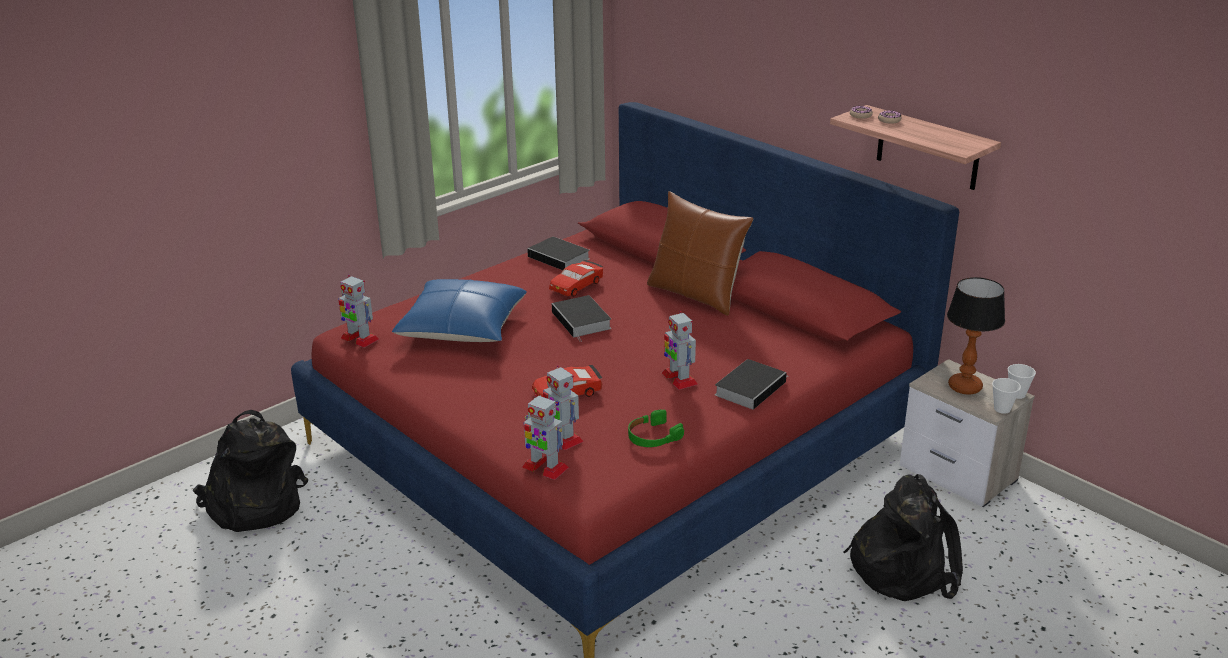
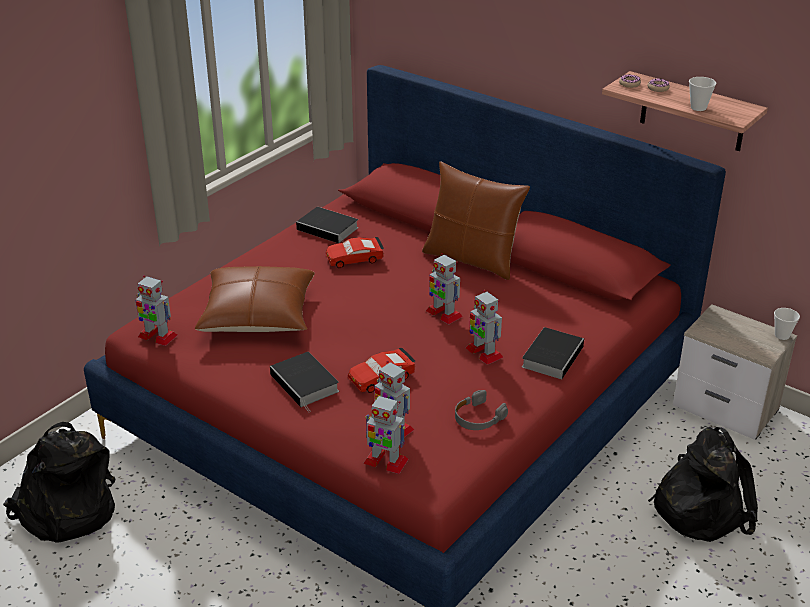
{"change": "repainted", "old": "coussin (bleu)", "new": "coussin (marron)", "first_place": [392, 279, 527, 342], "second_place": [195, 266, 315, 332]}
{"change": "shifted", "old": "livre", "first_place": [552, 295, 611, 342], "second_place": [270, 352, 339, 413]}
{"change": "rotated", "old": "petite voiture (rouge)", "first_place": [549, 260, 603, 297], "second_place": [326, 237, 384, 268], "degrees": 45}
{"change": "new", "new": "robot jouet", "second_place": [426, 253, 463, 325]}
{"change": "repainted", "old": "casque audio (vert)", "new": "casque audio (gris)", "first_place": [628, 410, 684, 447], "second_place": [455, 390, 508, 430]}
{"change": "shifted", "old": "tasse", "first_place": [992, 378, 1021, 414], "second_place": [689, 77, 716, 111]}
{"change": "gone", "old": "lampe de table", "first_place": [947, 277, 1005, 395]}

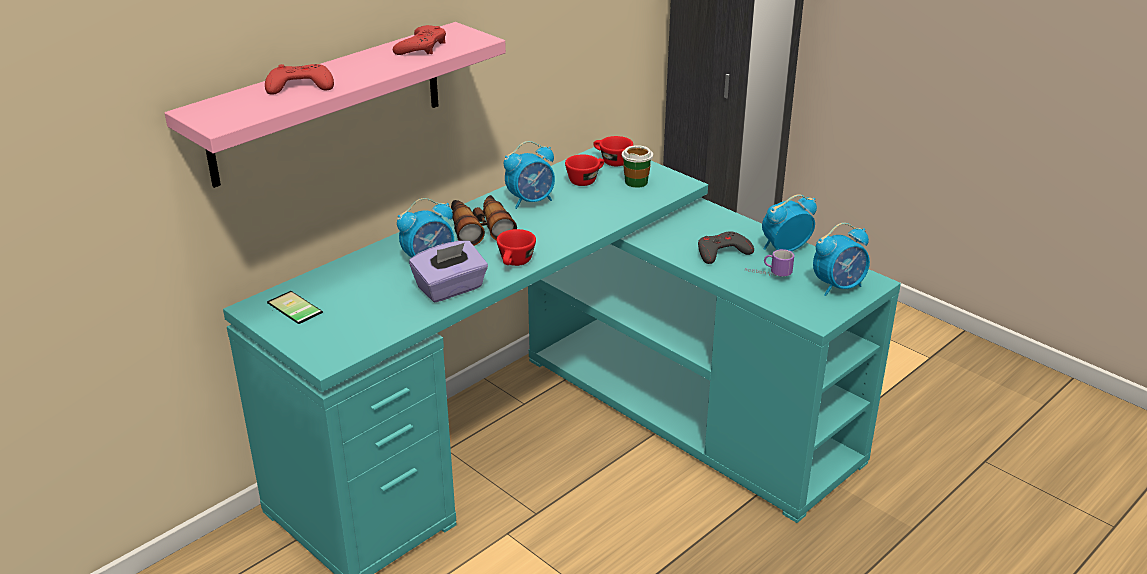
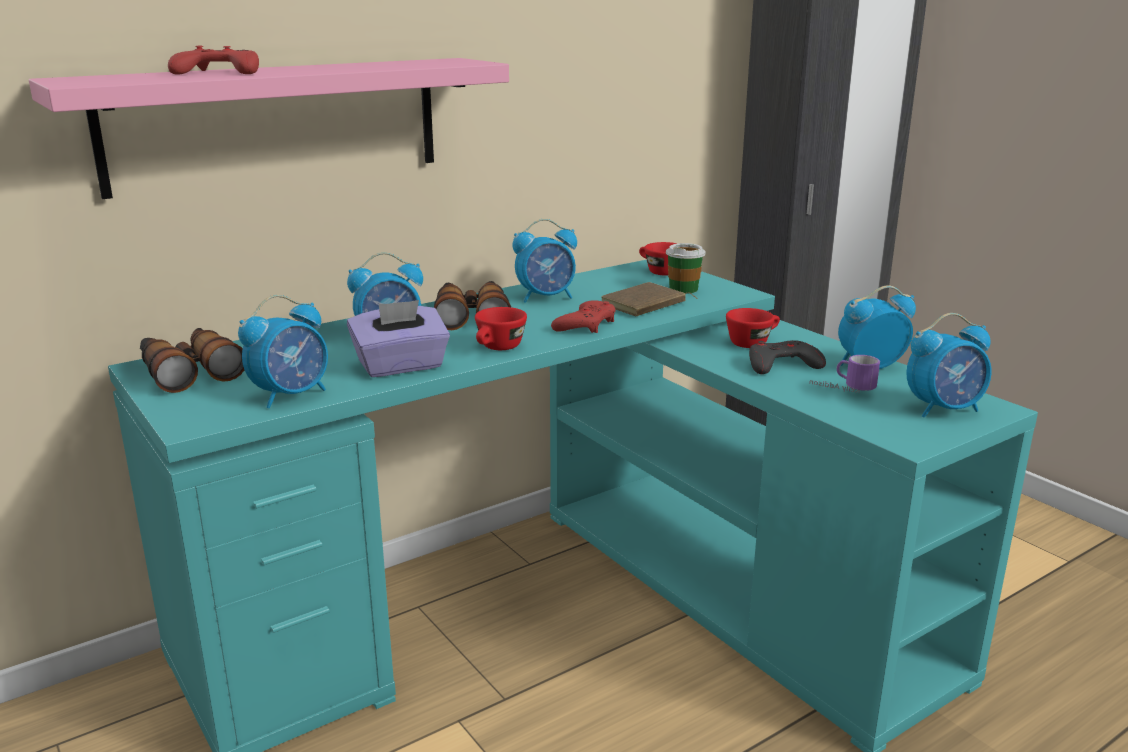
{"change": "swapped", "old": "téléphone", "new": "jumelles", "first_place": [267, 291, 323, 324], "second_place": [140, 328, 244, 393]}
{"change": "new", "new": "réveil", "second_place": [238, 295, 328, 408]}
{"change": "shifted", "old": "manette (rouge)", "first_place": [393, 25, 446, 55], "second_place": [551, 300, 616, 333]}
{"change": "new", "new": "livre (marron)", "second_place": [601, 282, 697, 317]}
{"change": "shifted", "old": "tasse (rouge)", "first_place": [565, 154, 604, 186], "second_place": [726, 308, 780, 348]}

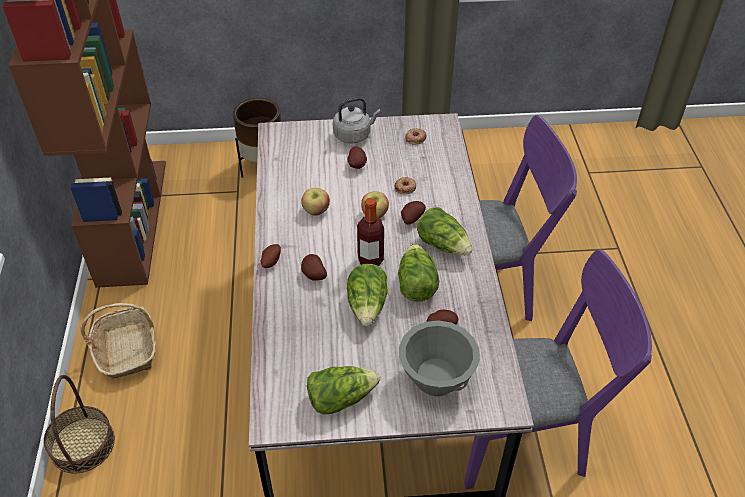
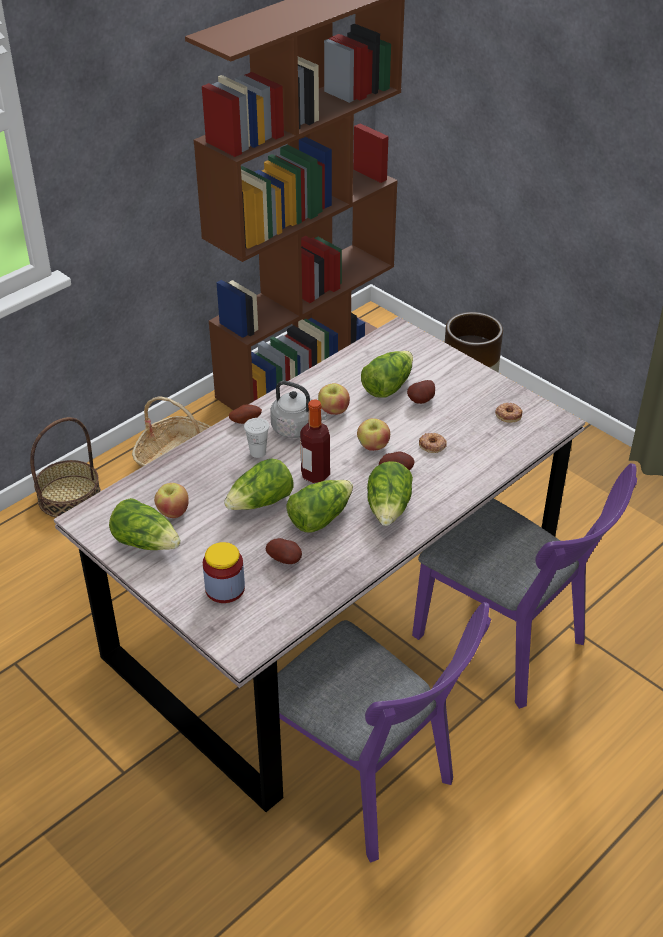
{"change": "new", "new": "pomme", "second_place": [154, 483, 189, 518]}
{"change": "swapped", "old": "bol (gris)", "new": "bocal", "first_place": [399, 320, 480, 396], "second_place": [203, 542, 245, 603]}
{"change": "swapped", "old": "pomme de terre", "new": "tasse (blanc)", "first_place": [301, 254, 327, 280], "second_place": [244, 418, 269, 458]}
{"change": "shifted", "old": "bouilloire (gris)", "first_place": [333, 97, 381, 143], "second_place": [270, 381, 327, 438]}
{"change": "new", "new": "laitue", "second_place": [361, 351, 413, 398]}

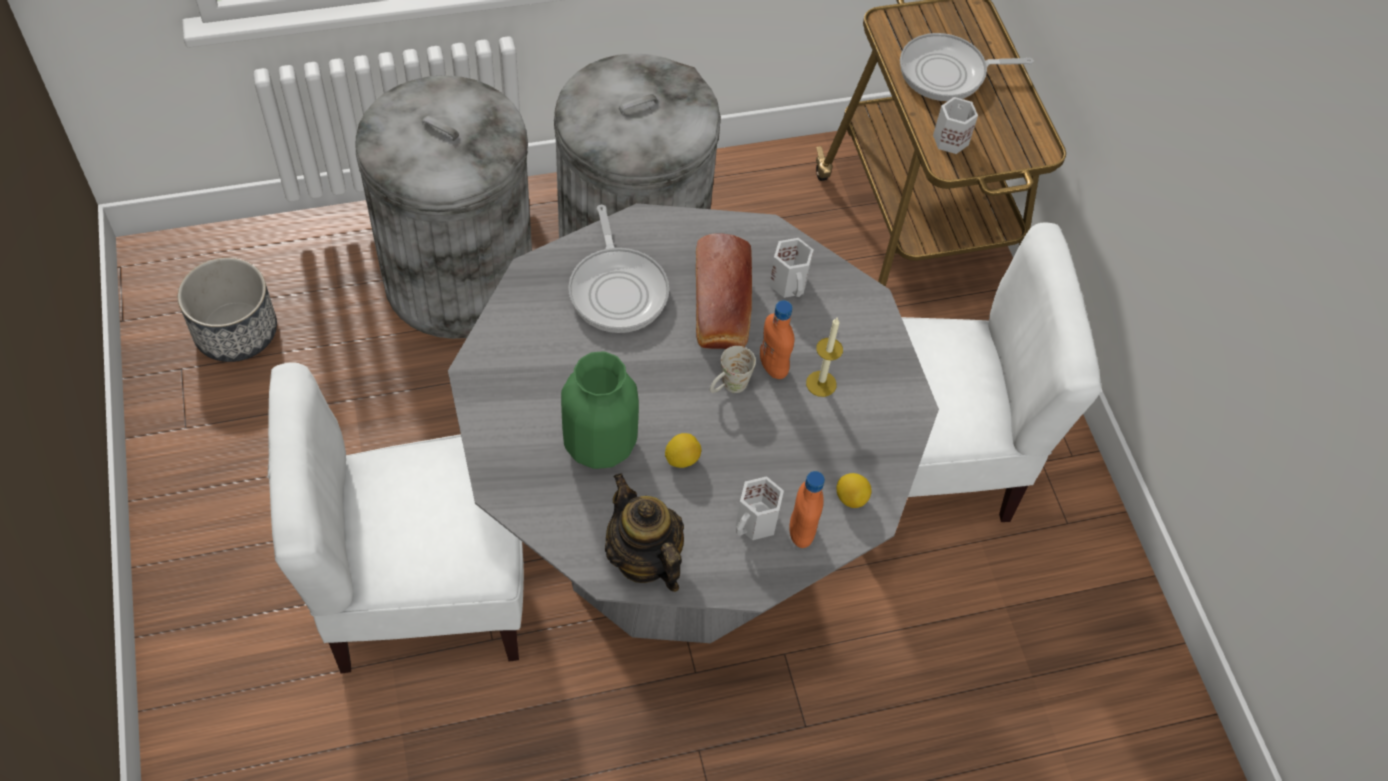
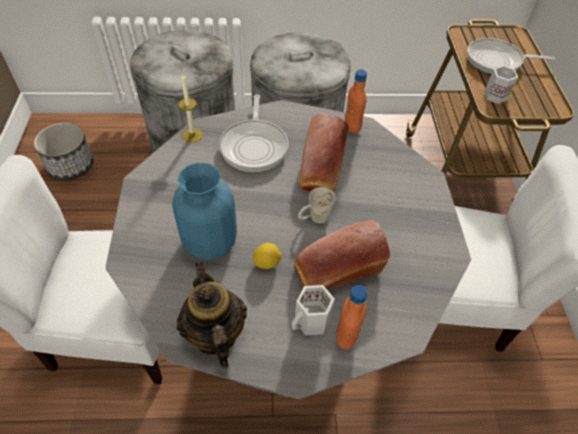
{"change": "repainted", "old": "vase (vert)", "new": "vase (bleu)", "first_place": [561, 351, 639, 469], "second_place": [172, 162, 237, 260]}
{"change": "shifted", "old": "bougie", "first_place": [806, 318, 843, 397], "second_place": [178, 73, 203, 143]}
{"change": "new", "new": "pain", "second_place": [294, 220, 390, 290]}
{"change": "shifted", "old": "bouteille (orange)", "first_place": [760, 300, 794, 379], "second_place": [345, 69, 367, 133]}
{"change": "gone", "old": "mug (blanc)", "first_place": [769, 238, 814, 298]}
{"change": "gone", "old": "citron", "first_place": [837, 473, 872, 508]}

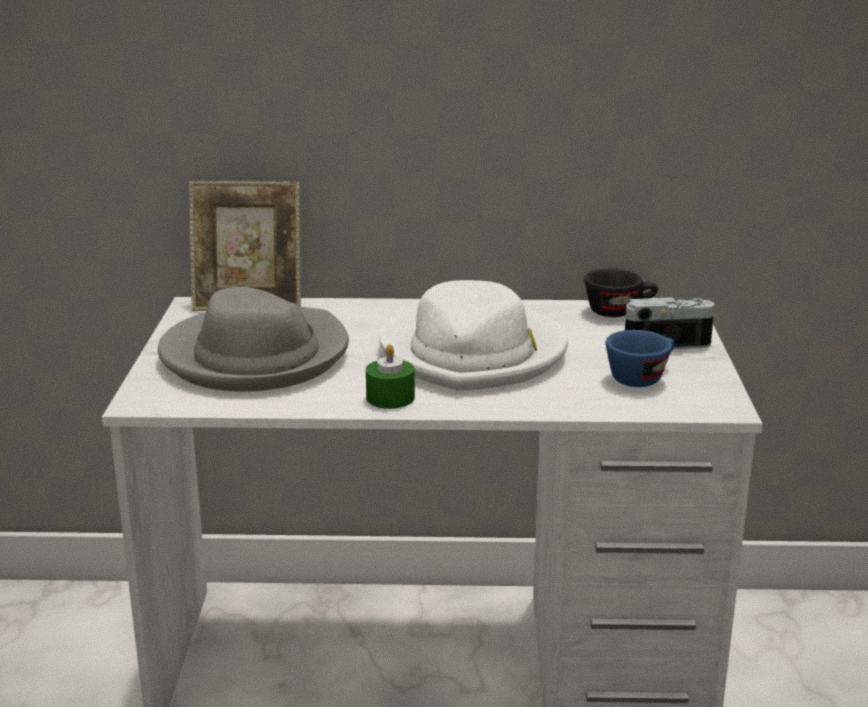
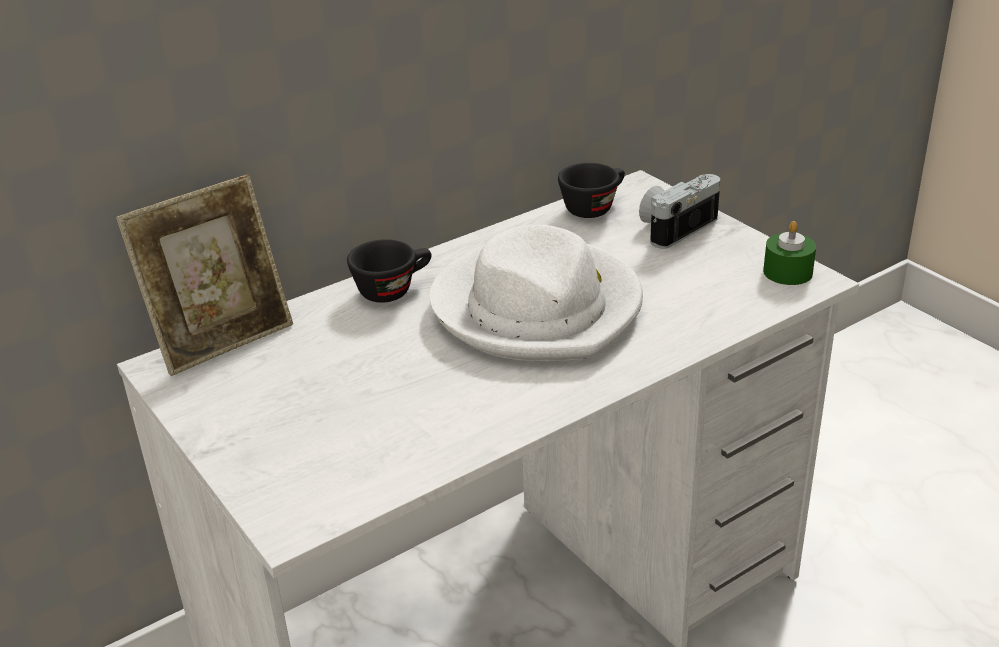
{"change": "new", "new": "tasse (noir)", "second_place": [347, 239, 431, 303]}
{"change": "shifted", "old": "bougie (vert)", "first_place": [366, 344, 415, 409], "second_place": [763, 221, 816, 285]}
{"change": "gone", "old": "chapeau (gris)", "first_place": [158, 287, 349, 392]}
{"change": "gone", "old": "tasse (bleu)", "first_place": [606, 330, 675, 387]}

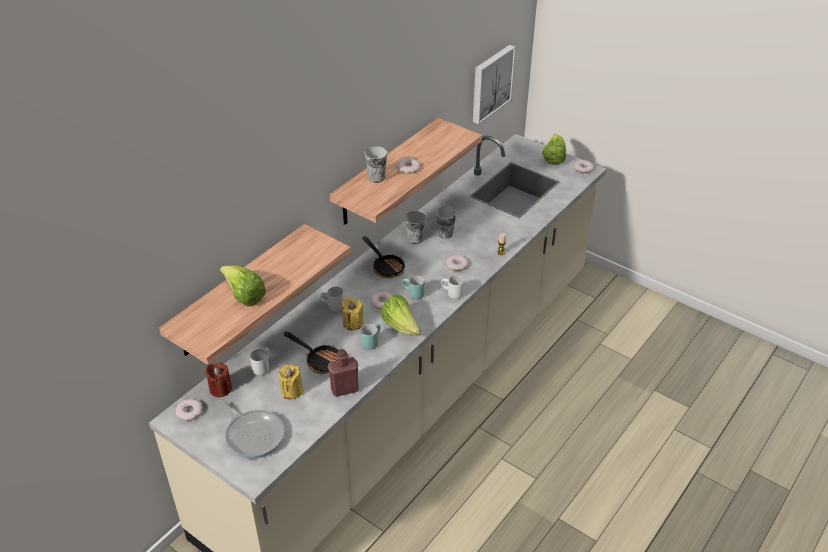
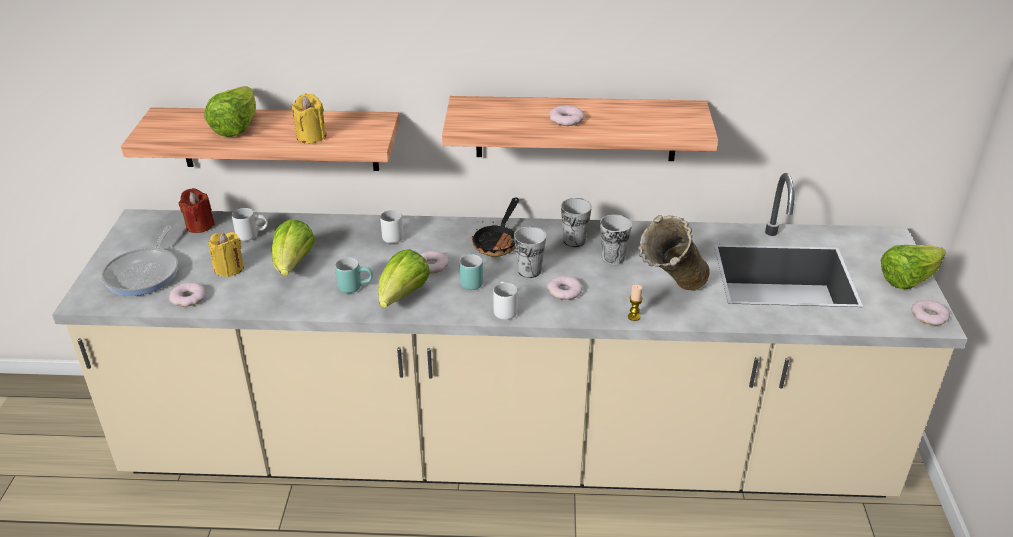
{"change": "shifted", "old": "beignet", "first_place": [175, 399, 203, 421], "second_place": [169, 282, 206, 307]}
{"change": "swapped", "old": "poêle", "new": "laitue", "first_place": [284, 332, 339, 374], "second_place": [272, 219, 315, 276]}
{"change": "shifted", "old": "bougie (jaune)", "first_place": [342, 297, 363, 330], "second_place": [291, 94, 326, 143]}
{"change": "shifted", "old": "tasse", "first_place": [365, 146, 387, 183], "second_place": [514, 226, 546, 278]}
{"change": "new", "new": "vase (beige)", "second_place": [638, 215, 710, 291]}
{"change": "gone", "old": "bouteille (rouge)", "first_place": [328, 349, 359, 397]}
{"change": "gone", "old": "tableau", "first_place": [473, 45, 516, 124]}

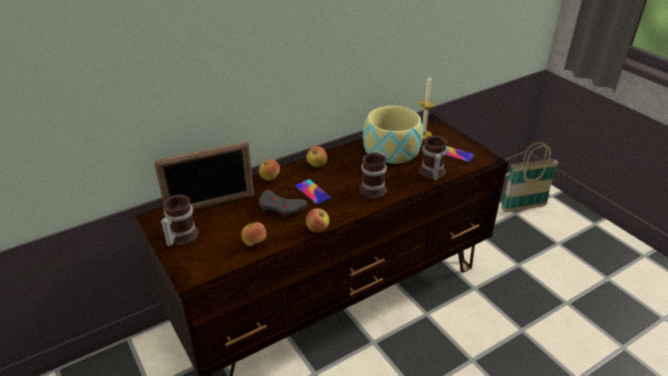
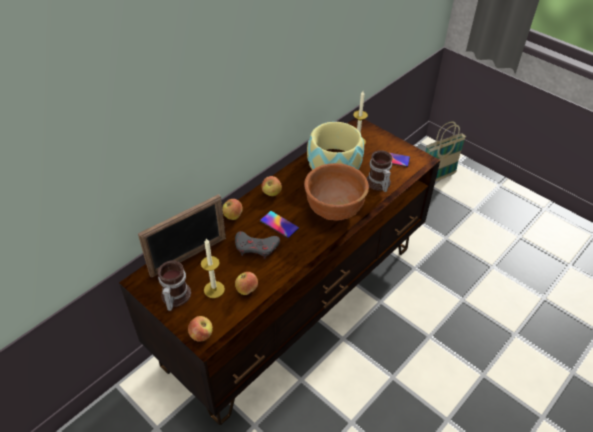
{"change": "shifted", "old": "pomme", "first_place": [306, 208, 330, 232], "second_place": [188, 316, 213, 342]}
{"change": "new", "new": "bougie", "second_place": [201, 239, 225, 298]}
{"change": "swapped", "old": "mug", "new": "bol (marron)", "first_place": [359, 152, 387, 198], "second_place": [304, 163, 369, 221]}

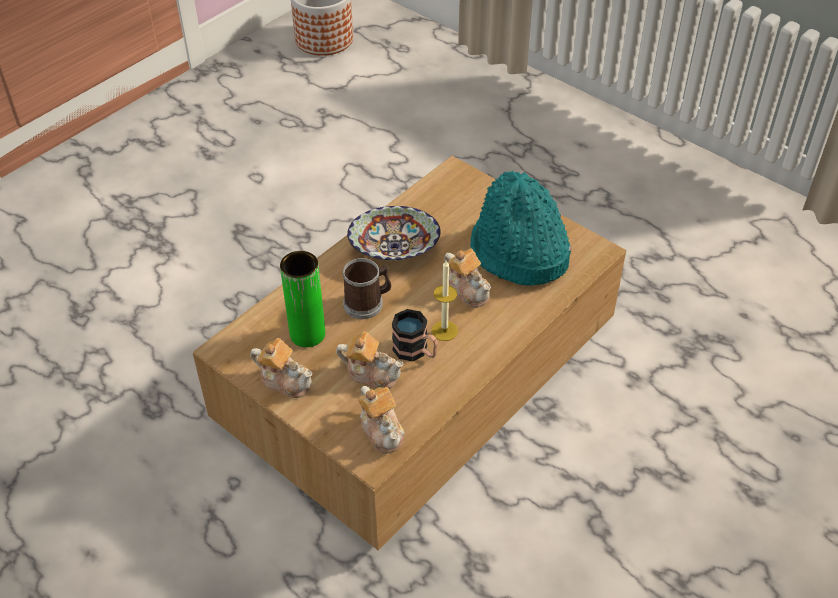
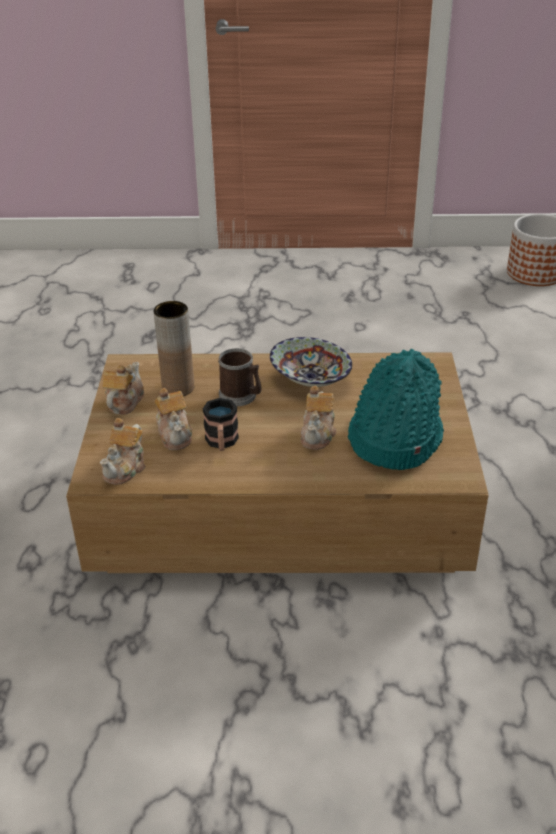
{"change": "rotated", "old": "théière", "first_place": [251, 338, 312, 398], "second_place": [103, 362, 144, 415], "degrees": -150}
{"change": "repainted", "old": "vase (vert)", "new": "vase (marron)", "first_place": [280, 251, 325, 347], "second_place": [154, 301, 194, 396]}
{"change": "gone", "old": "bougie", "first_place": [431, 260, 458, 341]}

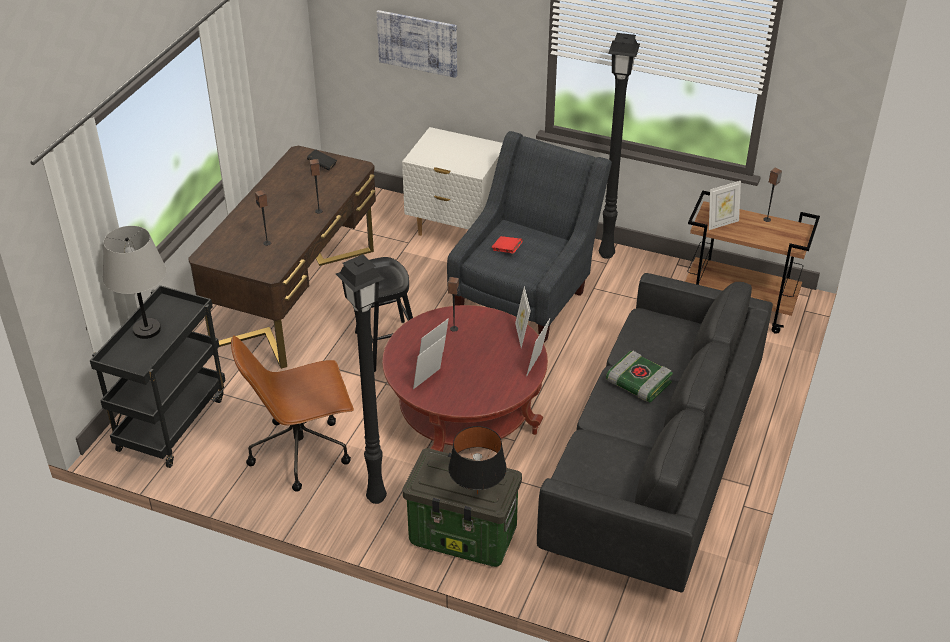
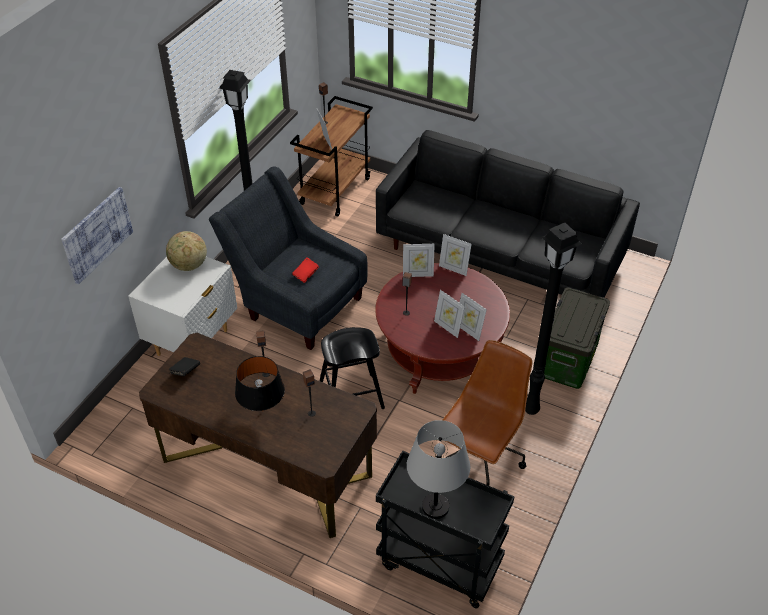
{"change": "new", "new": "globe", "second_place": [166, 231, 207, 271]}
{"change": "shifted", "old": "lampe de table (noir)", "first_place": [448, 426, 507, 494], "second_place": [235, 356, 285, 412]}
{"change": "rotated", "old": "chaise de bureau (marron)", "first_place": [231, 335, 354, 492], "second_place": [443, 340, 532, 486], "degrees": -135}
{"change": "gone", "old": "livre", "first_place": [606, 351, 673, 402]}

